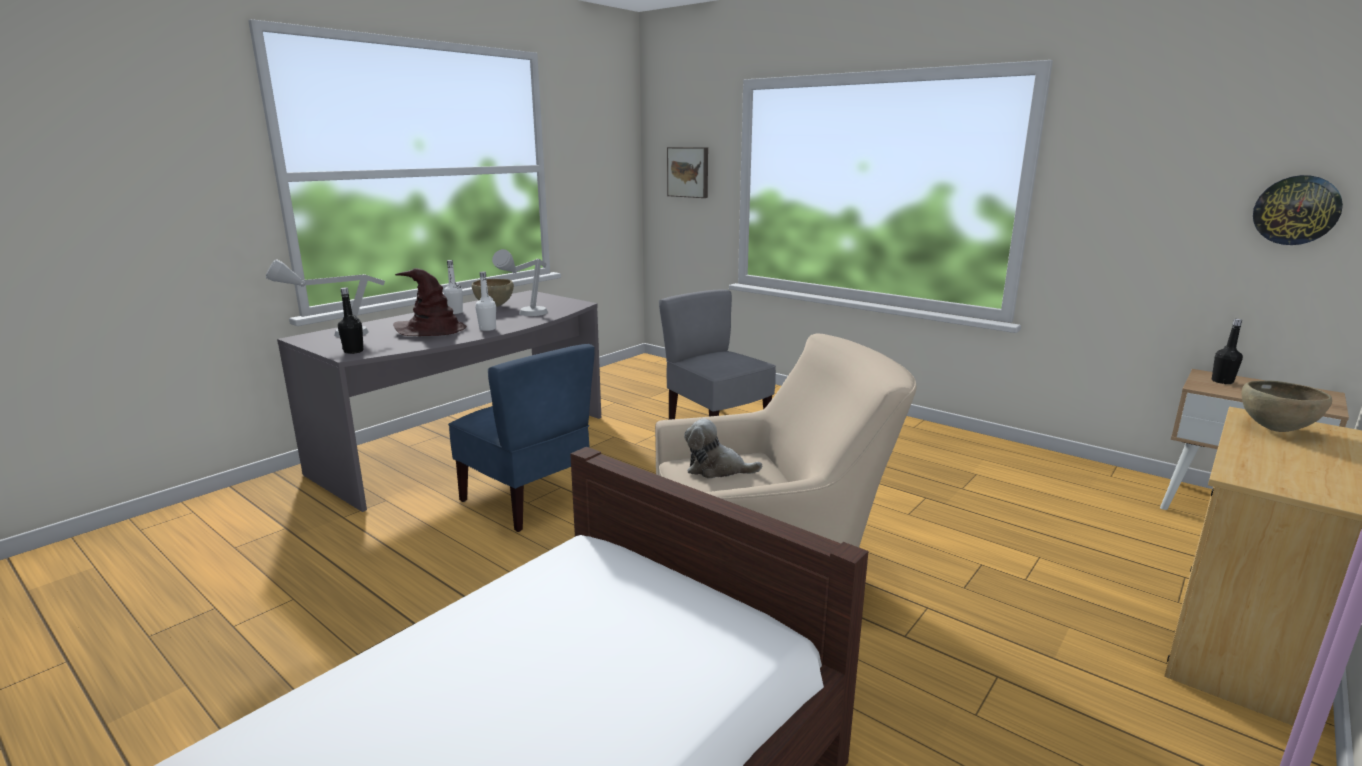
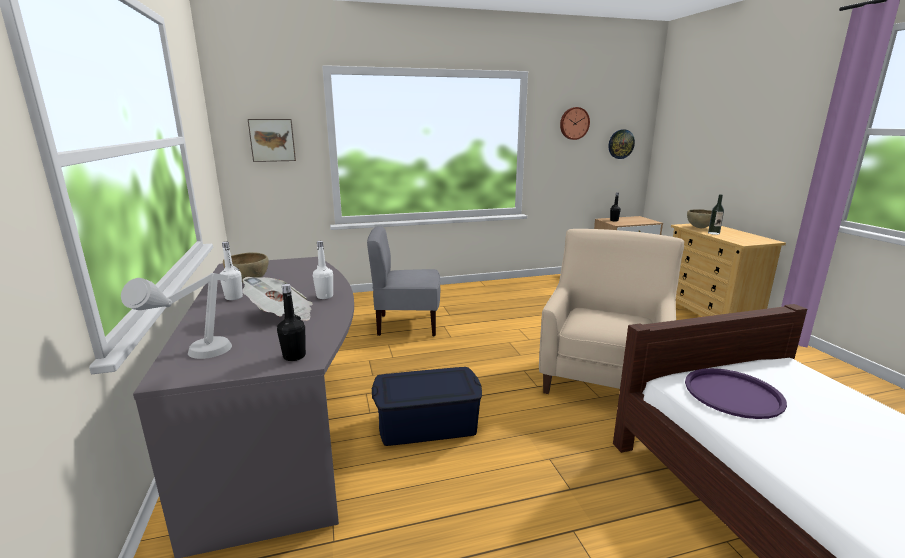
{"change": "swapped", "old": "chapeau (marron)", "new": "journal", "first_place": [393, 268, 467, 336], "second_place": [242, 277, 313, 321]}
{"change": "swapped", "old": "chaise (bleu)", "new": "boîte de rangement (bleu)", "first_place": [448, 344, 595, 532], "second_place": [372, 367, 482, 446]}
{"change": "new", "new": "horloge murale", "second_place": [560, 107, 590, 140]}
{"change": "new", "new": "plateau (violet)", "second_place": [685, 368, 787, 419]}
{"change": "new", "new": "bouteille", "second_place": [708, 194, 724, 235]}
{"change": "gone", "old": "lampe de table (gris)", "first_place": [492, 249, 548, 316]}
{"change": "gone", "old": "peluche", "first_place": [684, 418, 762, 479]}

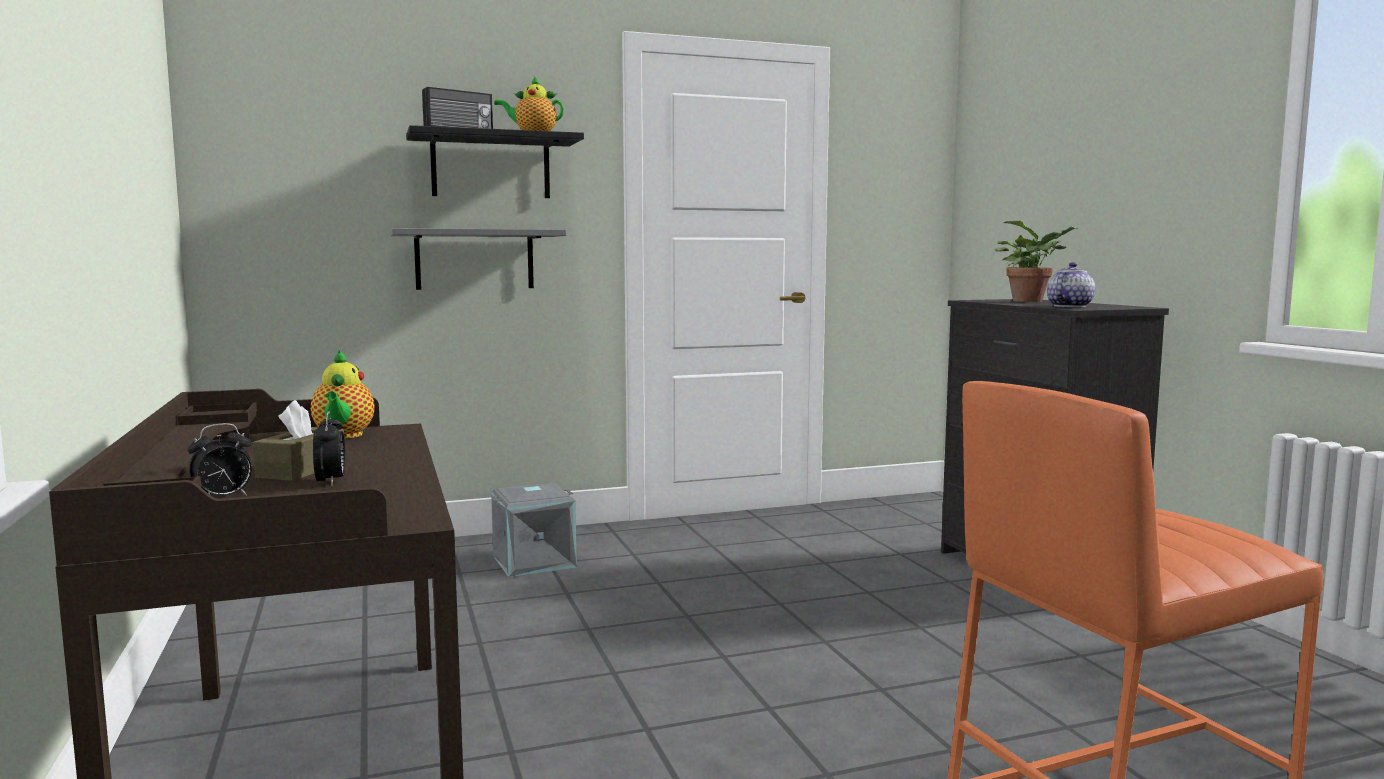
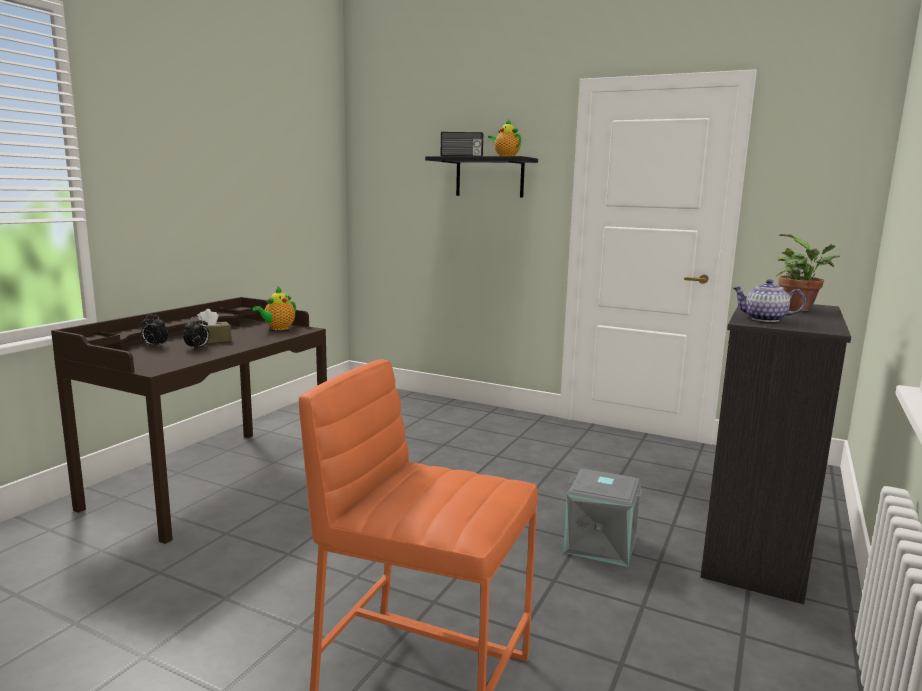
{"change": "shifted", "old": "boîte de rangement (gris)", "first_place": [491, 483, 577, 577], "second_place": [563, 469, 643, 567]}
{"change": "rotated", "old": "théière", "first_place": [1047, 262, 1095, 307], "second_place": [732, 279, 806, 322], "degrees": -150}
{"change": "gone", "old": "étagère (gris)", "first_place": [390, 228, 566, 290]}

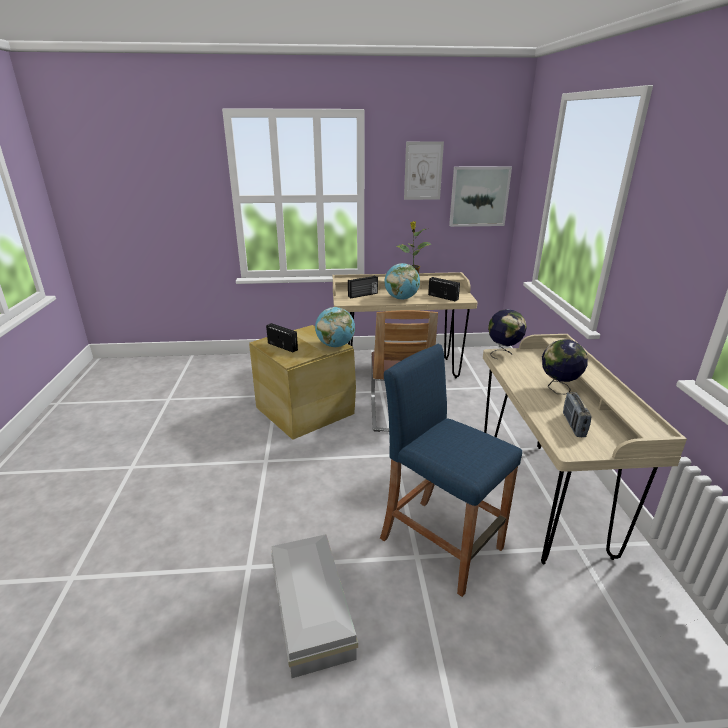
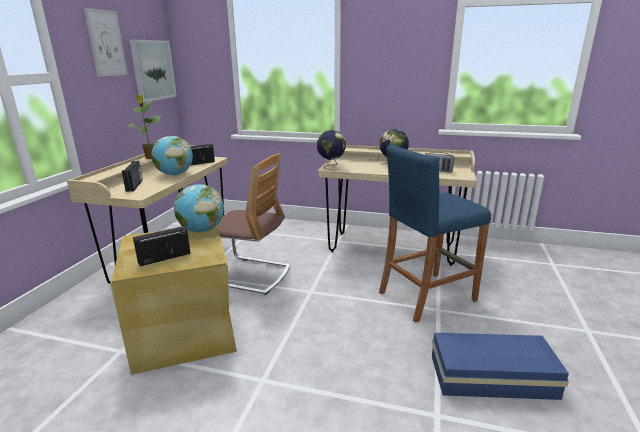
{"change": "repainted", "old": "boîte de rangement (blanc)", "new": "boîte de rangement (bleu)", "first_place": [271, 534, 358, 678], "second_place": [432, 333, 569, 400]}

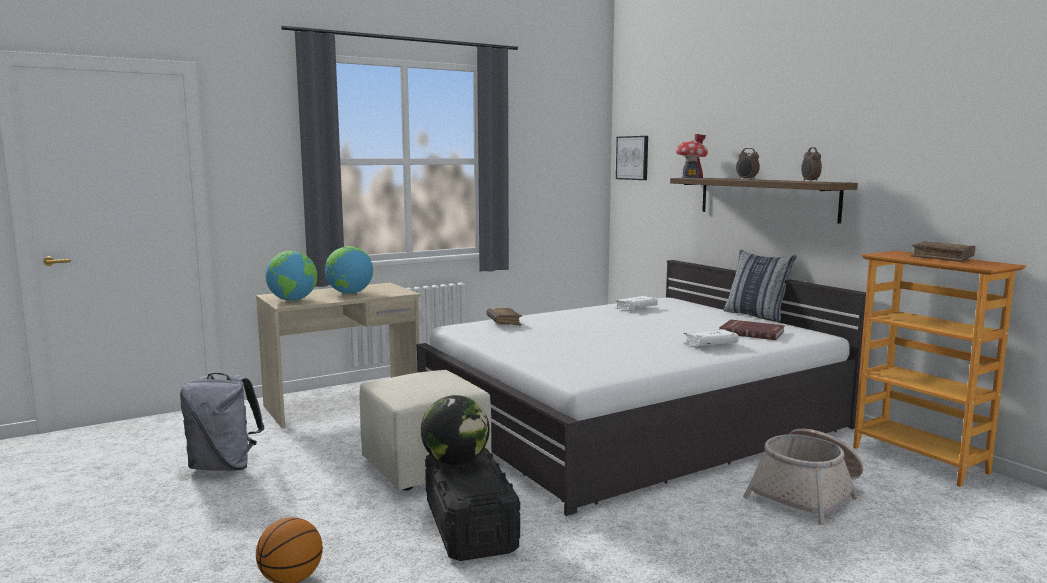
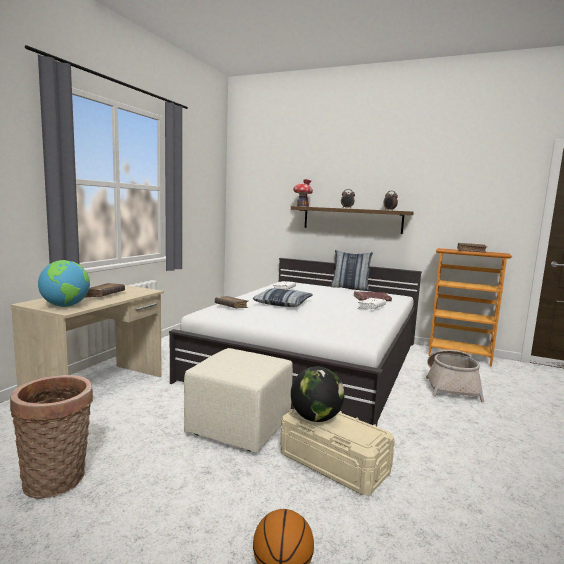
{"change": "swapped", "old": "sac à dos (gris)", "new": "panier", "first_place": [180, 373, 265, 471], "second_place": [10, 375, 93, 499]}
{"change": "swapped", "old": "globe", "new": "livre (marron)", "first_place": [325, 246, 373, 294], "second_place": [84, 283, 125, 298]}
{"change": "new", "new": "coussin", "second_place": [253, 288, 313, 307]}
{"change": "repainted", "old": "boîte de rangement (noir)", "new": "boîte de rangement (beige)", "first_place": [425, 448, 520, 561], "second_place": [280, 409, 395, 495]}
{"change": "gone", "old": "tableau", "first_place": [616, 136, 648, 180]}

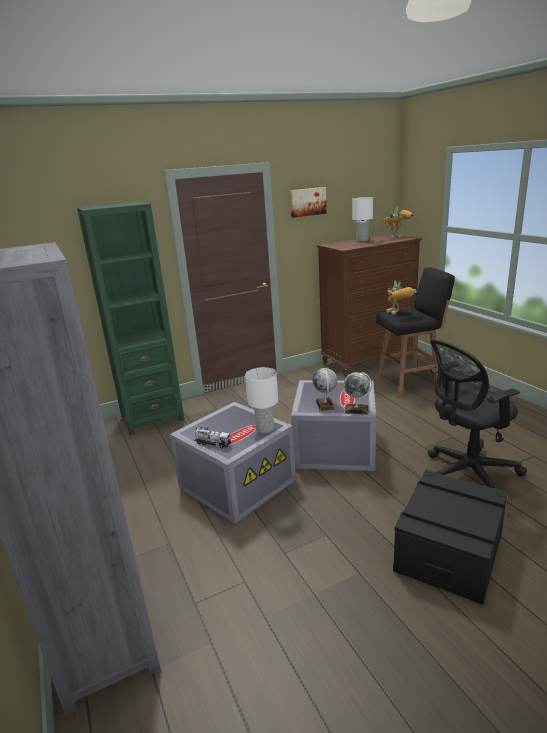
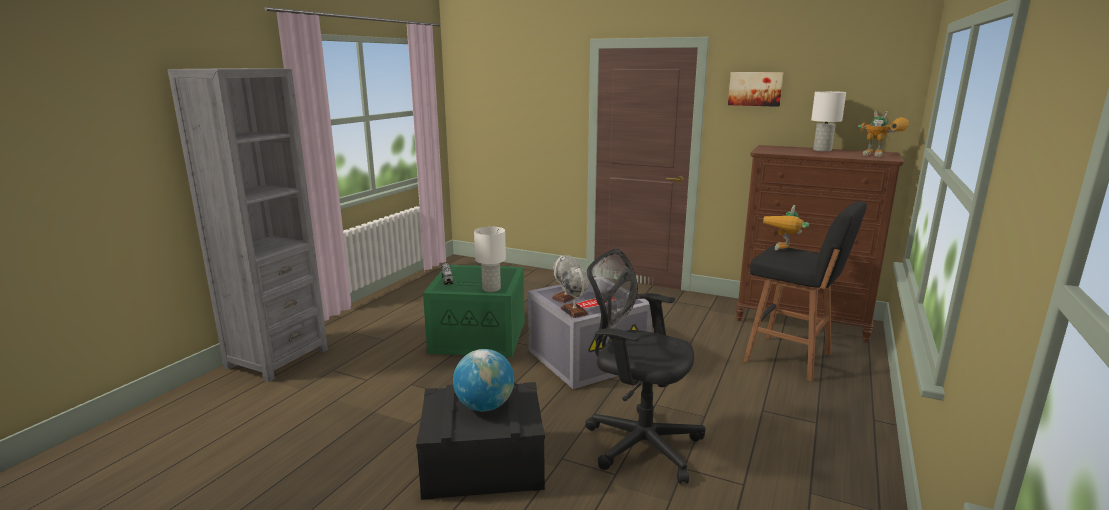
{"change": "repainted", "old": "boîte de rangement (gris)", "new": "boîte de rangement (vert)", "first_place": [170, 402, 296, 524], "second_place": [423, 265, 524, 357]}
{"change": "new", "new": "globe", "second_place": [453, 349, 514, 411]}
{"change": "gone", "old": "bibliothèque (vert)", "first_place": [77, 202, 185, 435]}

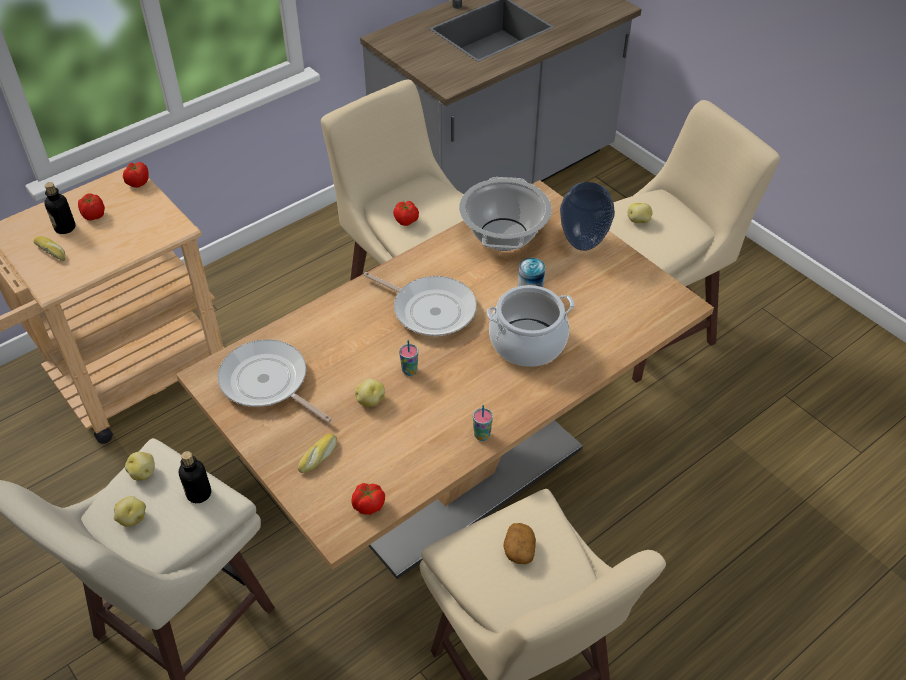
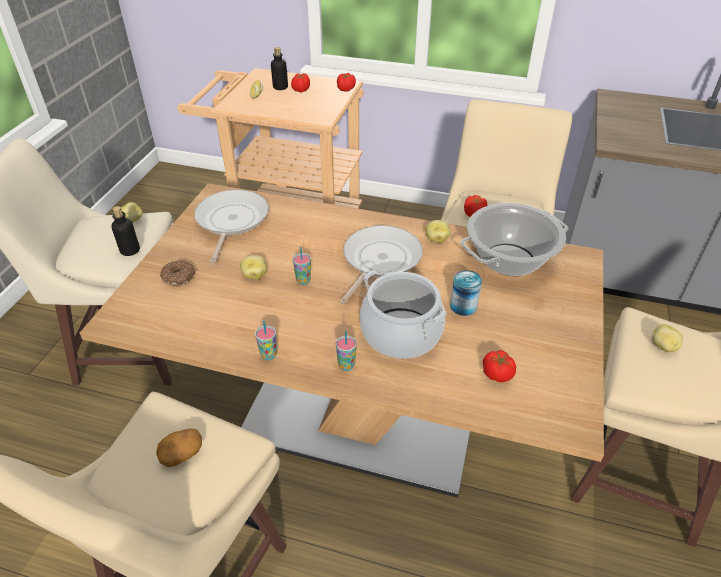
{"change": "swapped", "old": "pain", "new": "beignet", "first_place": [298, 433, 337, 473], "second_place": [160, 260, 195, 285]}
{"change": "new", "new": "tasse", "second_place": [336, 331, 357, 371]}
{"change": "rotated", "old": "poêle", "first_place": [363, 272, 477, 336], "second_place": [340, 226, 423, 304], "degrees": -150}
{"change": "shifted", "old": "pomme de terre", "first_place": [114, 496, 146, 527], "second_place": [425, 220, 451, 243]}
{"change": "shifted", "old": "tomate", "first_place": [351, 483, 385, 515], "second_place": [483, 350, 516, 382]}
{"change": "gone", "old": "vase", "first_place": [560, 182, 615, 251]}

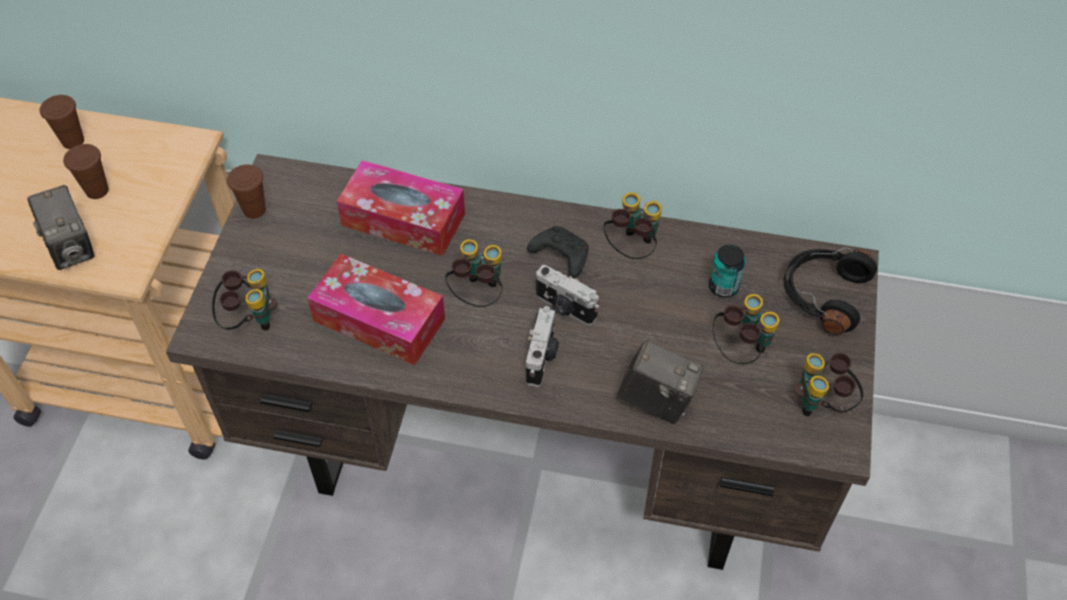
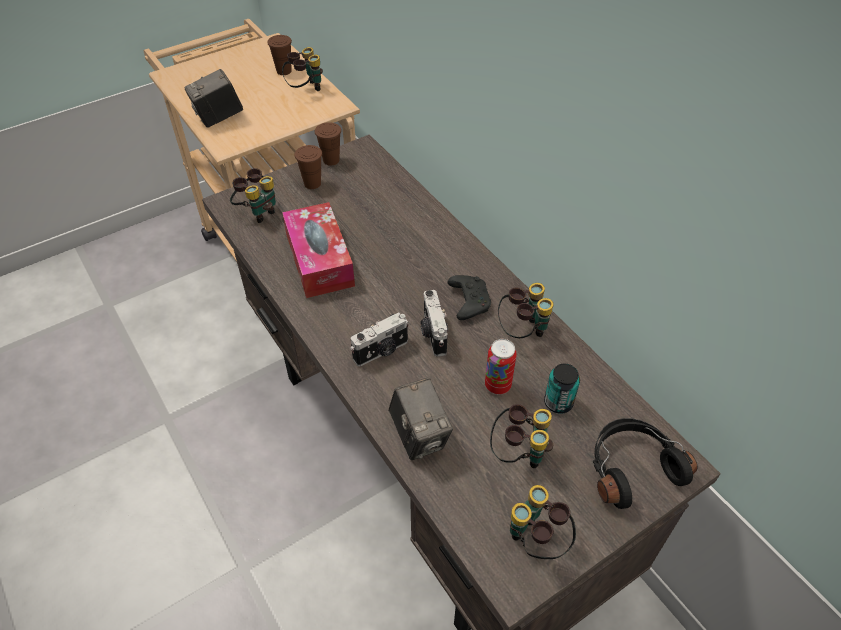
{"change": "rotated", "old": "appareil photo", "first_place": [27, 185, 94, 270], "second_place": [184, 69, 243, 128], "degrees": 45}
{"change": "shifted", "old": "jumelles", "first_place": [445, 239, 503, 307], "second_place": [282, 47, 323, 91]}
{"change": "shifted", "old": "tasse (marron)", "first_place": [63, 144, 109, 199], "second_place": [295, 145, 322, 189]}
{"change": "new", "new": "boîte métallique", "second_place": [485, 339, 517, 395]}
{"change": "gone", "old": "boîte à mouchoirs", "first_place": [337, 160, 465, 256]}

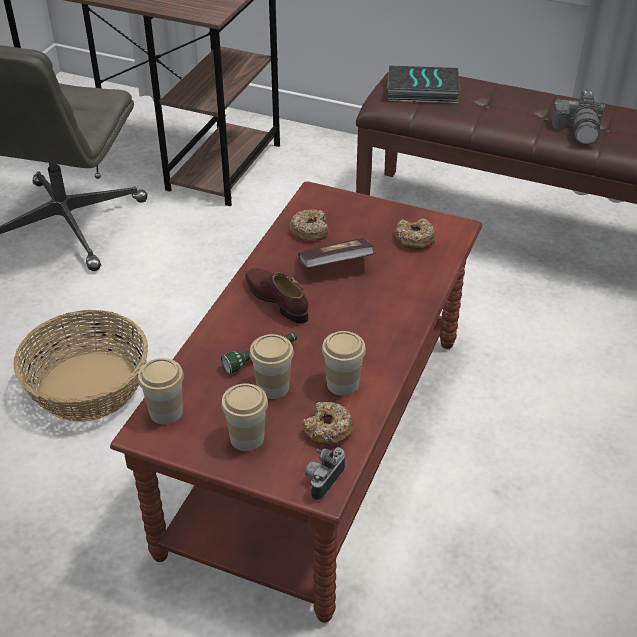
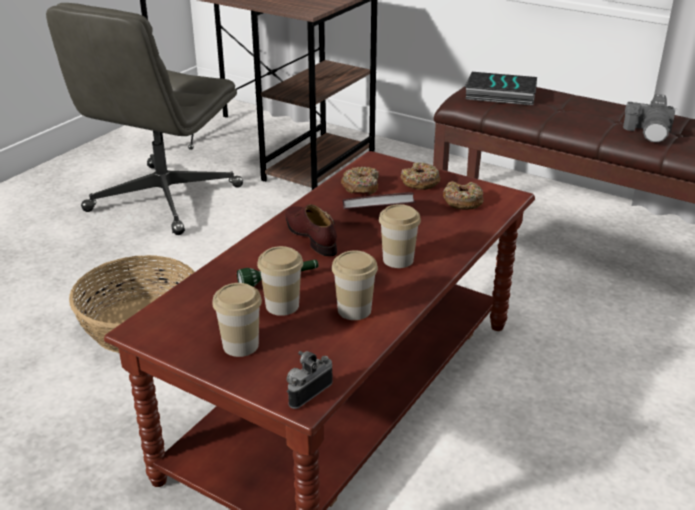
{"change": "shifted", "old": "tasse", "first_place": [138, 358, 184, 424], "second_place": [379, 204, 421, 268]}
{"change": "shifted", "old": "beignet", "first_place": [302, 402, 354, 445], "second_place": [400, 162, 441, 190]}

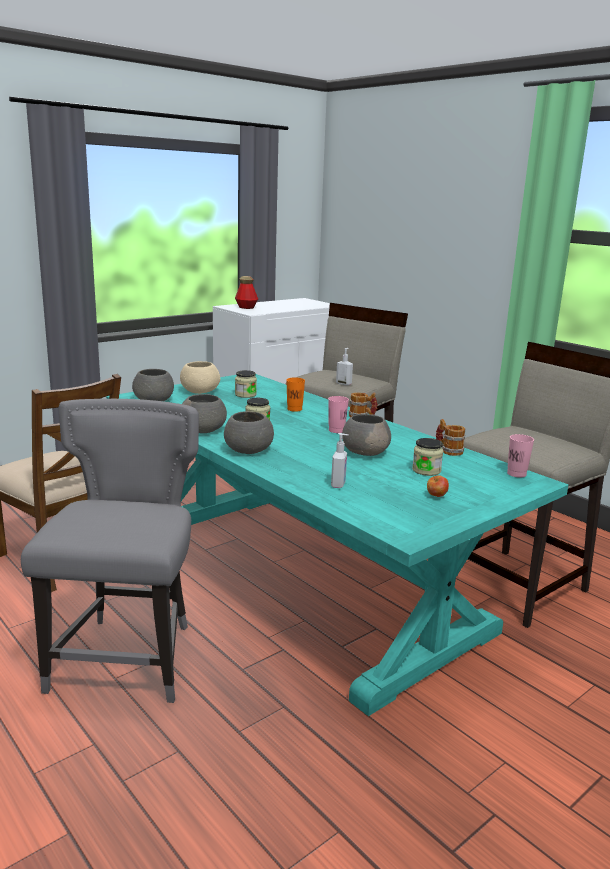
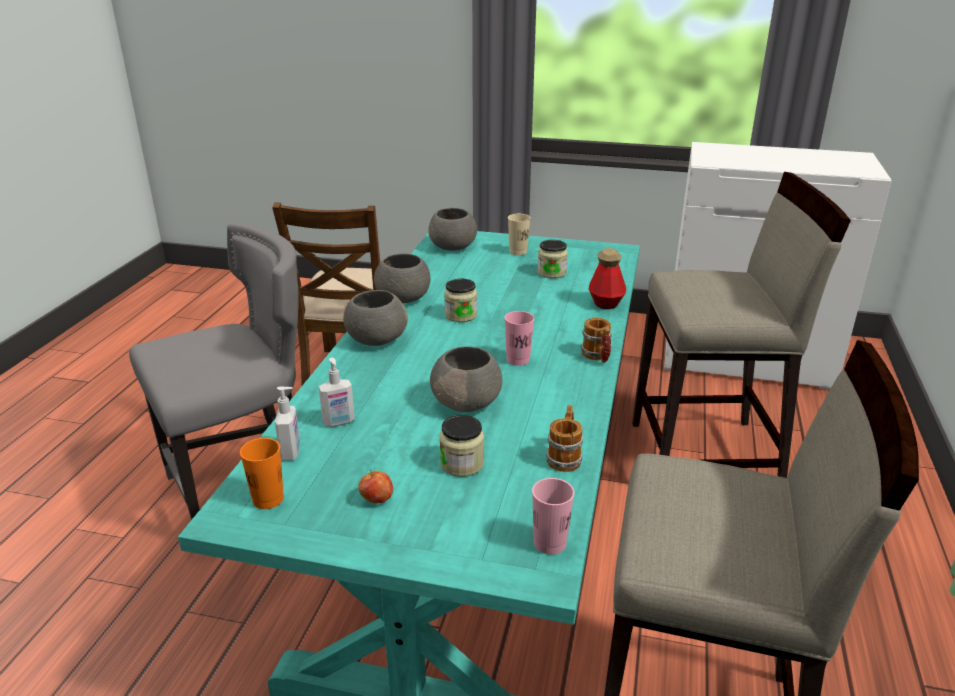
{"change": "shifted", "old": "tasse (orange)", "first_place": [286, 377, 305, 412], "second_place": [240, 438, 284, 509]}
{"change": "shifted", "old": "distributeur de savon", "first_place": [336, 348, 353, 386], "second_place": [275, 387, 300, 460]}
{"change": "swapped", "old": "bol (beige)", "new": "tasse (beige)", "first_place": [180, 361, 220, 394], "second_place": [508, 214, 531, 255]}
{"change": "shifted", "old": "bouteille", "first_place": [235, 276, 258, 309], "second_place": [589, 248, 626, 309]}

